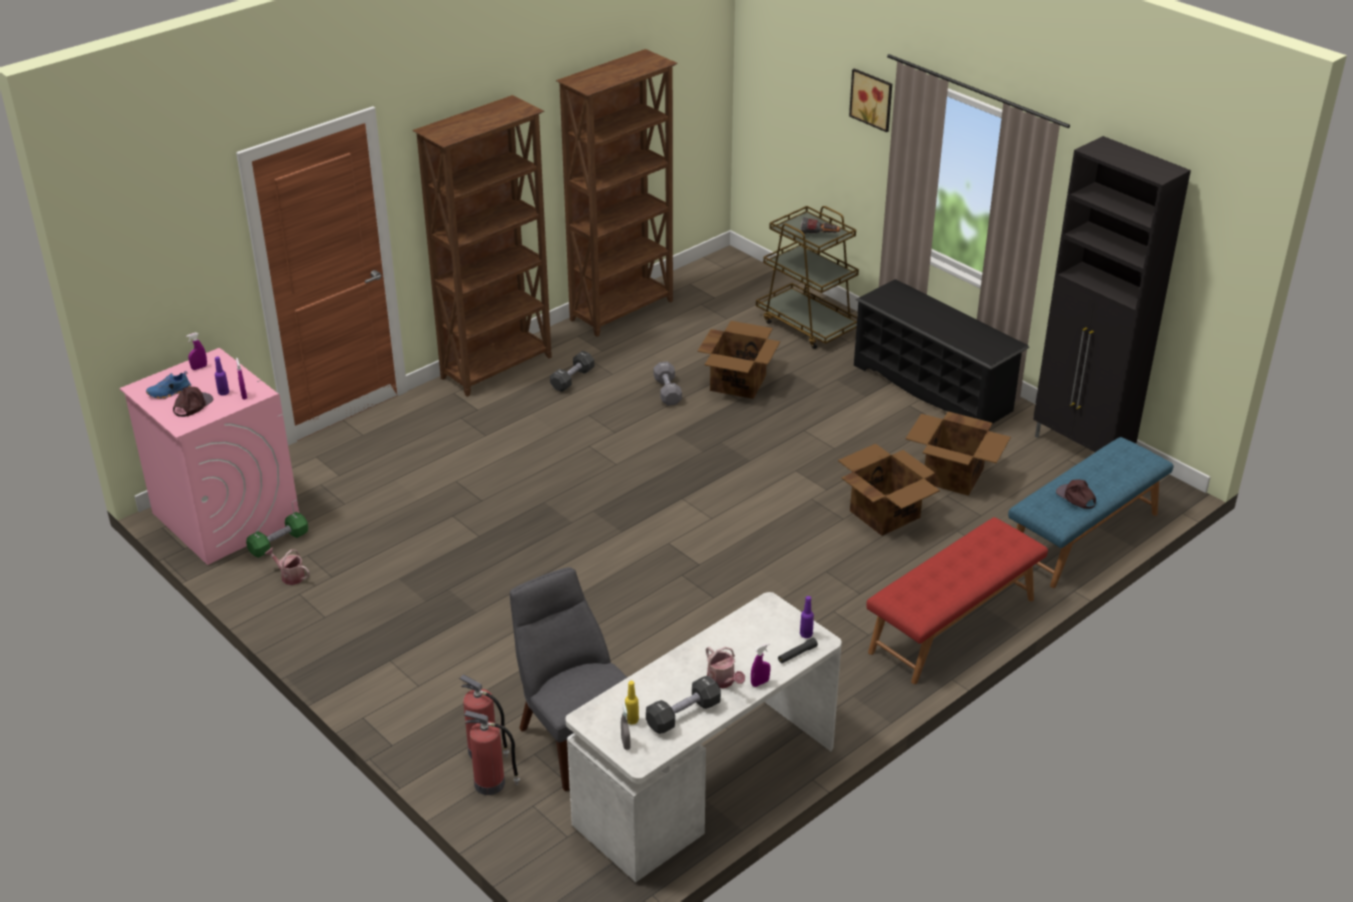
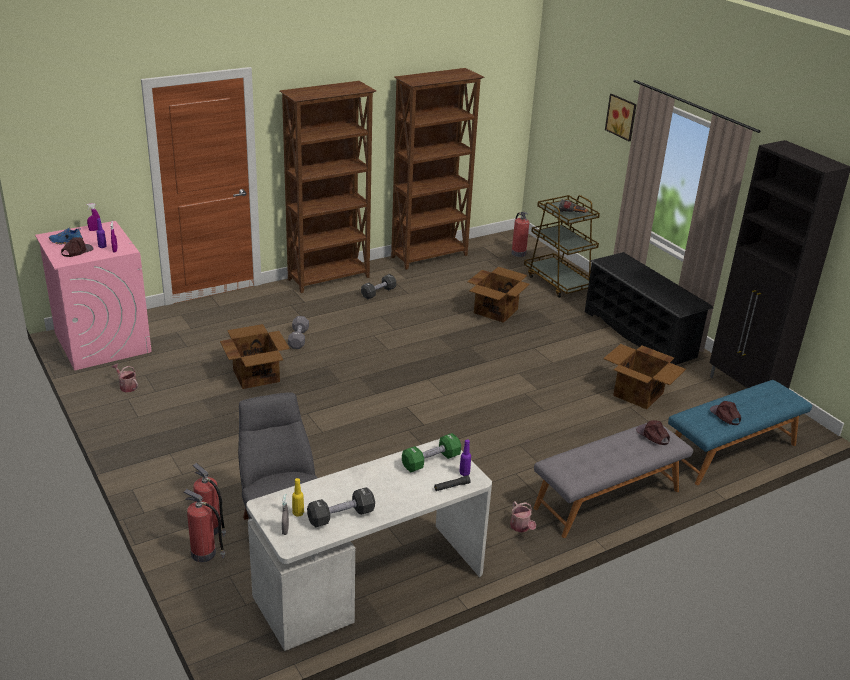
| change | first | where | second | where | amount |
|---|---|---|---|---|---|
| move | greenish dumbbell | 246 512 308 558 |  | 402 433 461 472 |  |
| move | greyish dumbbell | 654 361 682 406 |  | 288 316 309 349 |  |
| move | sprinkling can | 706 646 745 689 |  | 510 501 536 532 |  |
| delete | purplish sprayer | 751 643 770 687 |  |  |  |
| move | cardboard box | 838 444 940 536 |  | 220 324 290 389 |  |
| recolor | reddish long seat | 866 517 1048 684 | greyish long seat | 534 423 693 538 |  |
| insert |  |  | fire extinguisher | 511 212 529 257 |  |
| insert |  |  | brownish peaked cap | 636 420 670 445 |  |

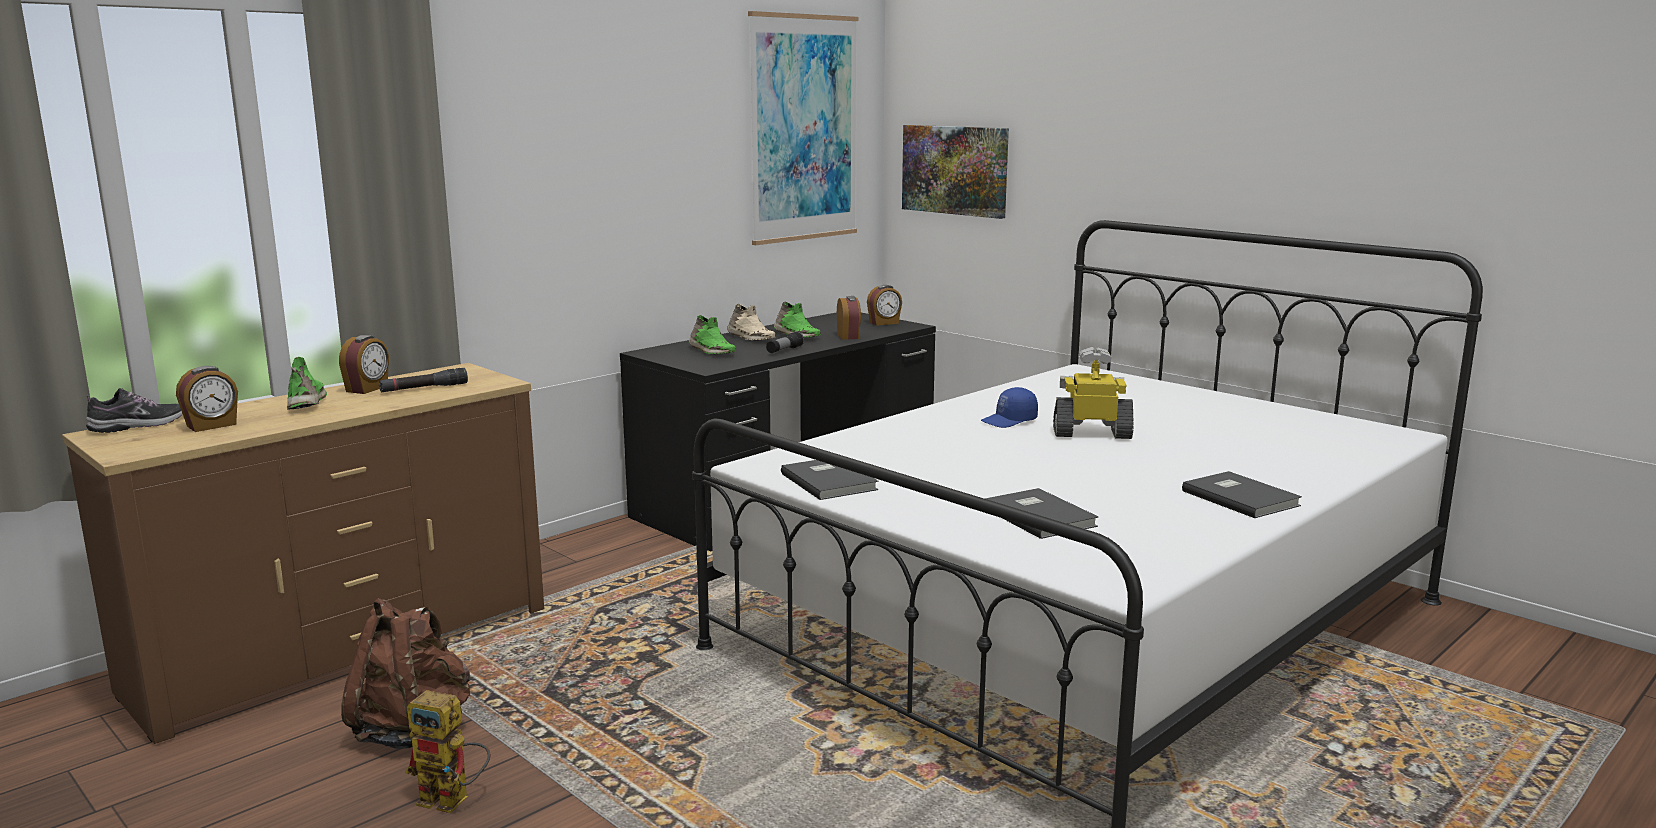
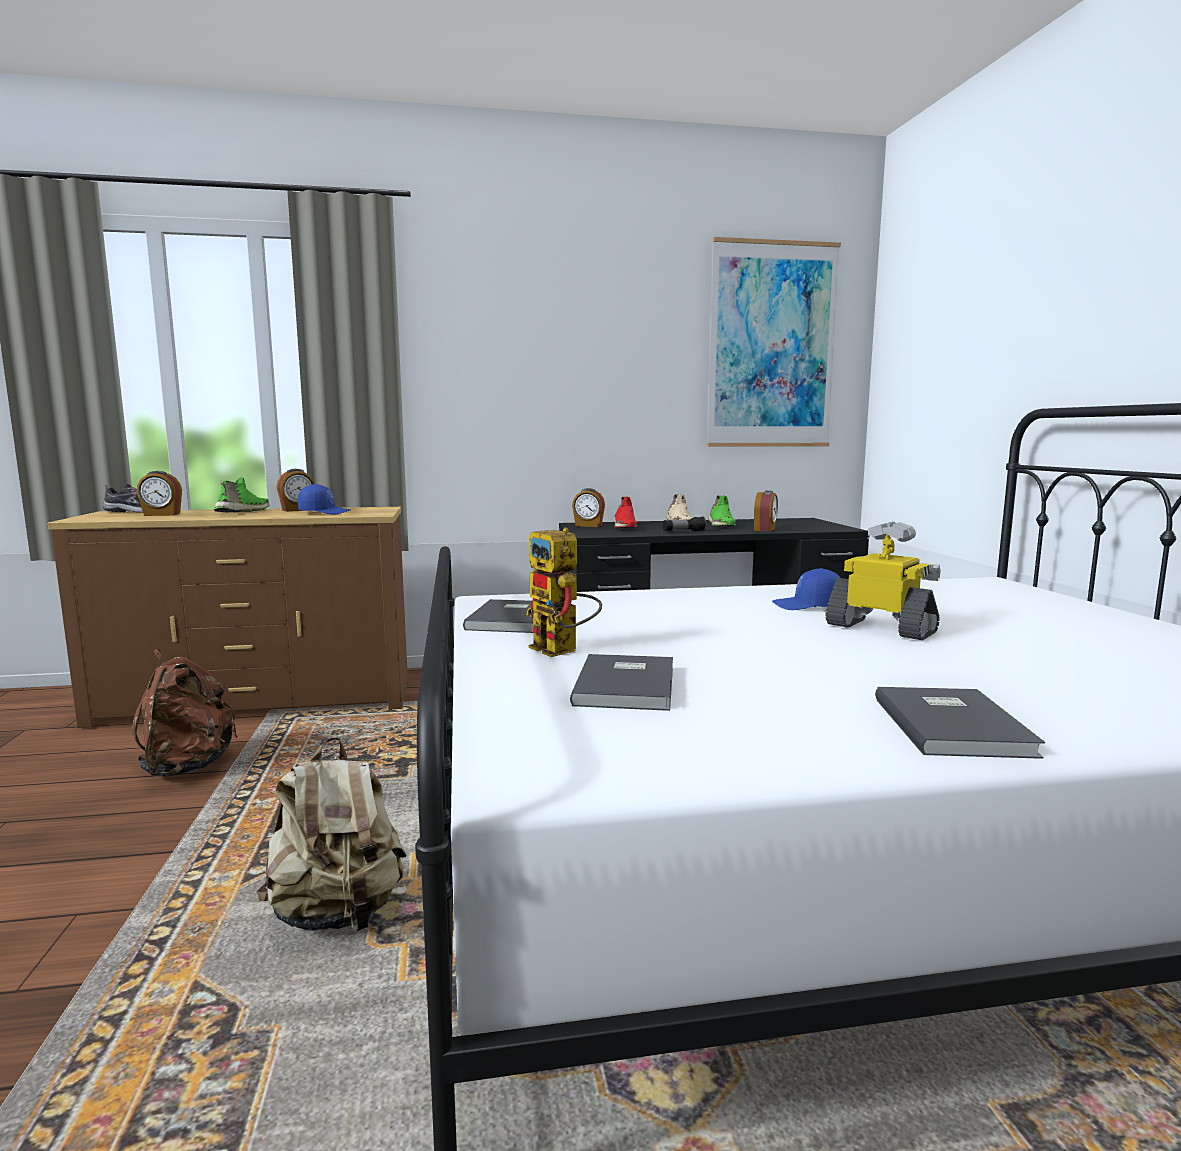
| change | first | where | second | where | amount |
|---|---|---|---|---|---|
| replace | blackish torch | 379 368 468 392 | blue-coloured peaked cap | 298 484 350 514 |  |
| move | toy robot | 405 690 490 813 |  | 526 528 602 657 |  |
| recolor | greenish low shoe | 689 315 736 355 | reddish low shoe | 614 497 637 529 |  |
| move | bedside clock | 867 285 902 326 |  | 572 488 605 527 |  |
| delete | wall art | 902 125 1009 219 |  |  |  |
| insert |  |  | sand-coloured backpack | 257 737 406 932 |  |

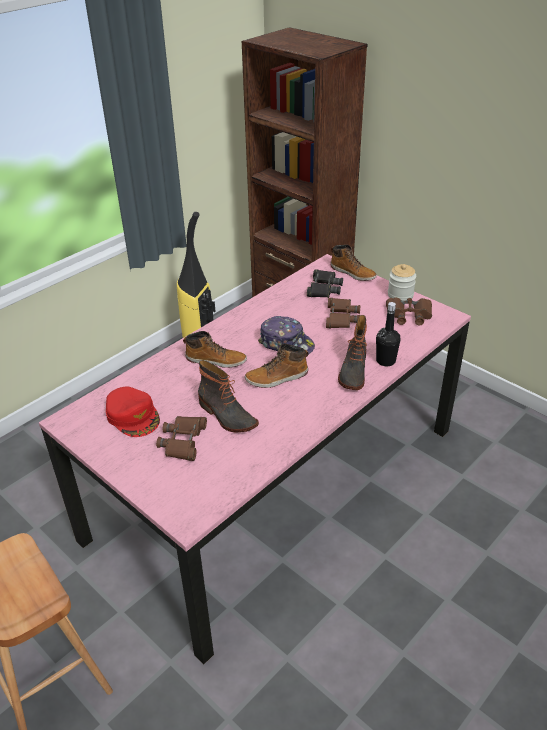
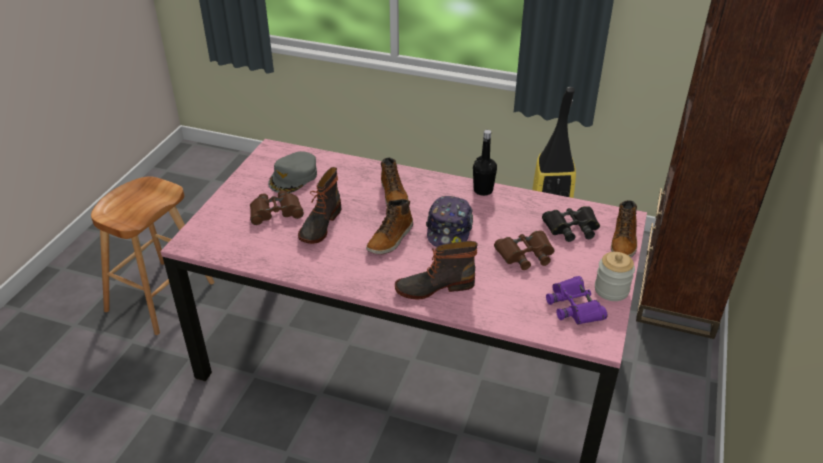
| change | first | where | second | where | amount |
|---|---|---|---|---|---|
| recolor | reddish peaked cap | 106 387 160 437 | greyish peaked cap | 268 151 317 193 |  |
| rotate | high-top boot | 245 344 308 388 |  | 366 199 413 254 | 105 degrees counterclockwise |
| move | blackish drink bottle | 376 302 401 366 |  | 473 130 497 196 |  |
| recolor | brownish pair of binoculars | 386 297 432 325 | purplish pair of binoculars | 546 276 607 324 |  |

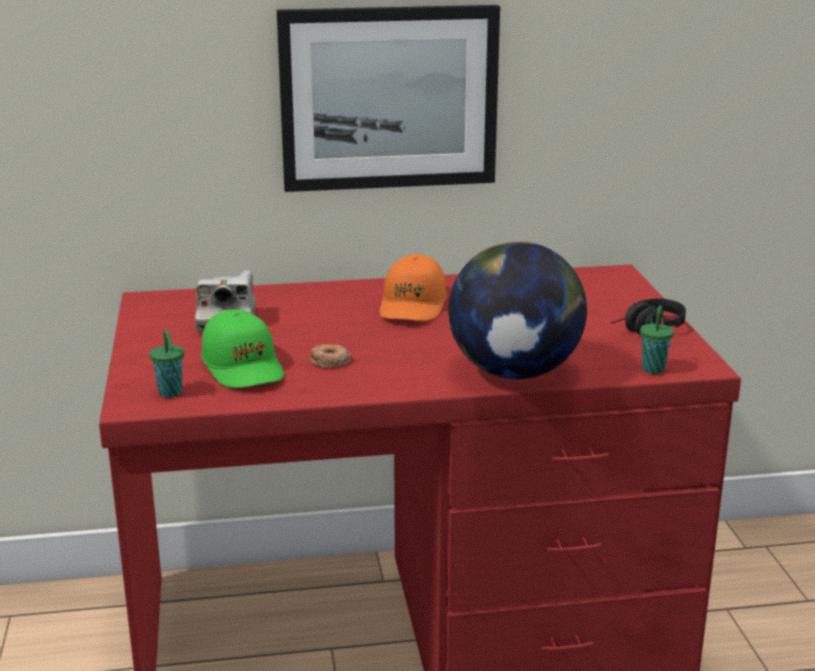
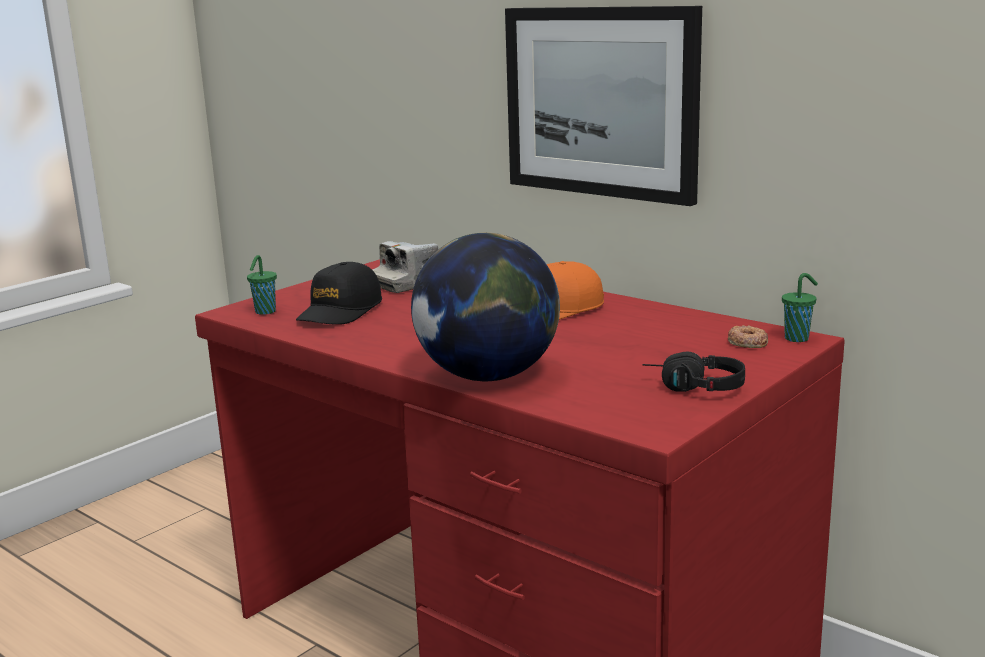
| change | first | where | second | where | amount |
|---|---|---|---|---|---|
| recolor | greenish peaked cap | 201 309 284 388 | blackish peaked cap | 296 262 382 325 |  |
| move | doughnut | 309 344 351 367 |  | 728 325 768 348 |  |
| move | greenish drinking cup | 640 306 674 374 |  | 782 273 818 342 |  |

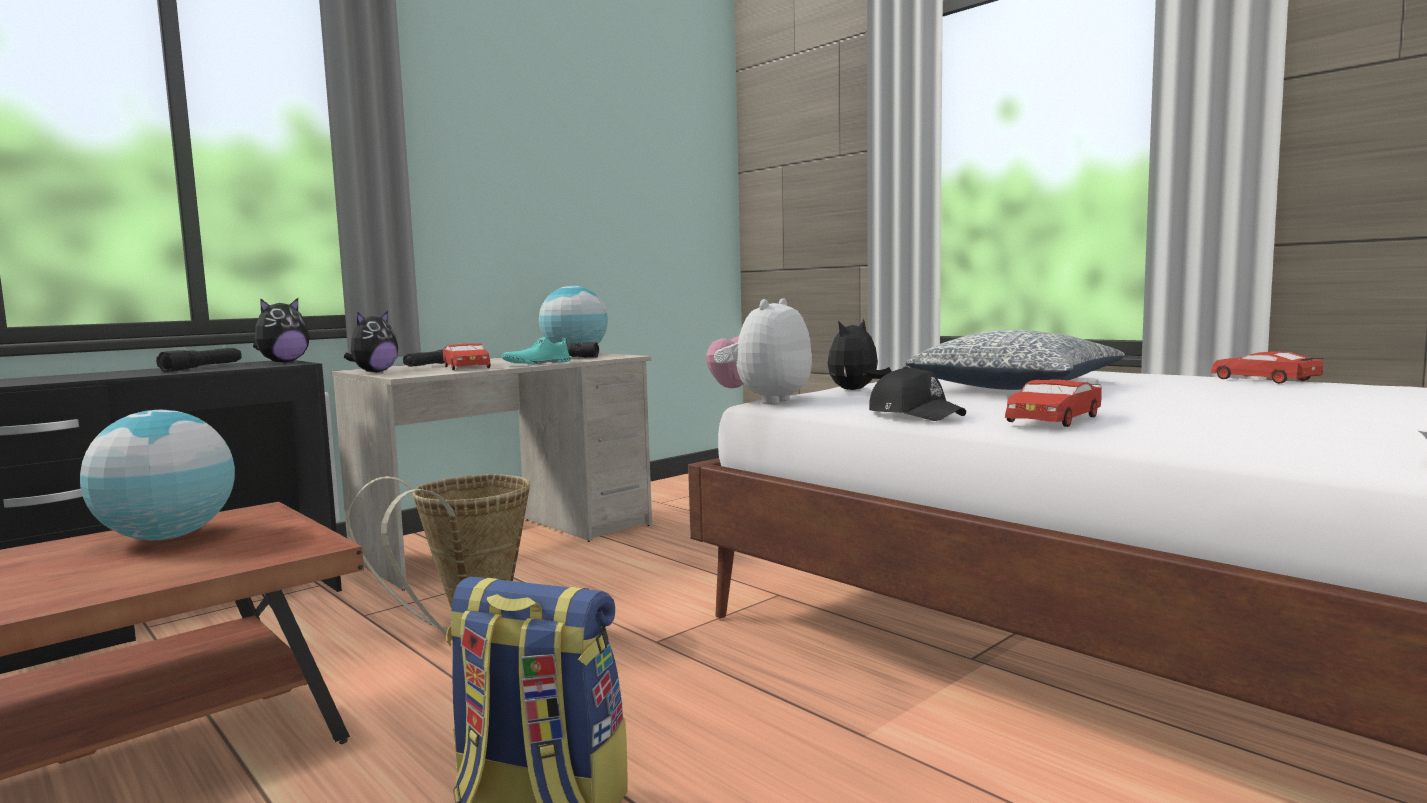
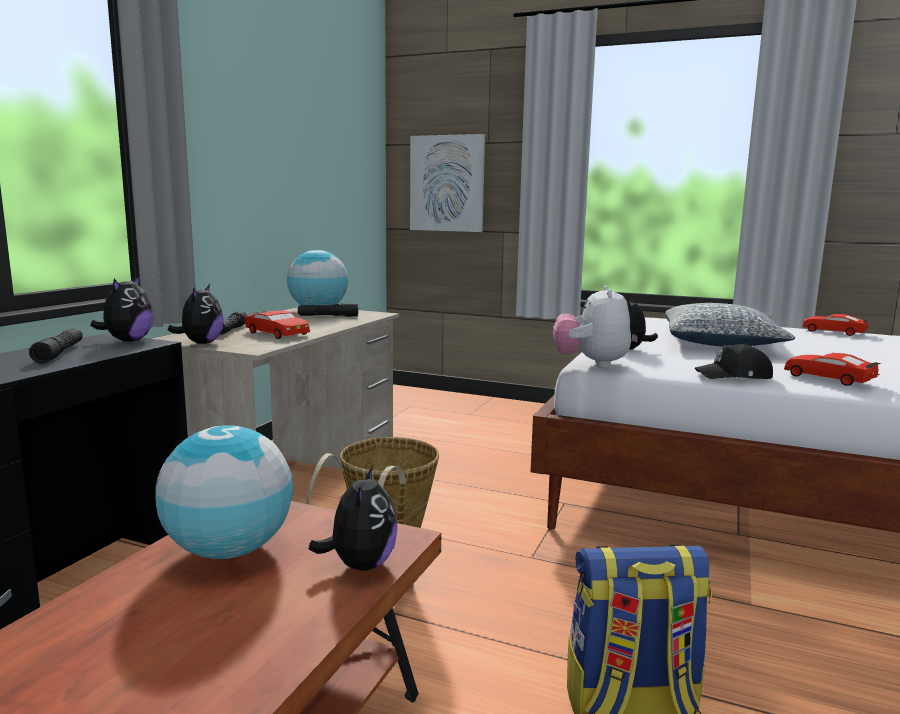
| change | first | where | second | where | amount |
|---|---|---|---|---|---|
| delete | turquoise low shoe | 502 337 571 364 |  |  |  |
| rotate | blackish peaked cap | 869 366 966 421 |  | 695 344 773 379 | 150 degrees clockwise |
| rotate | reddish model car | 1005 380 1102 427 |  | 784 353 881 386 | 120 degrees clockwise |
| insert |  |  | plush toy | 308 465 397 571 |  |
| insert |  |  | wall art | 410 134 485 232 |  |

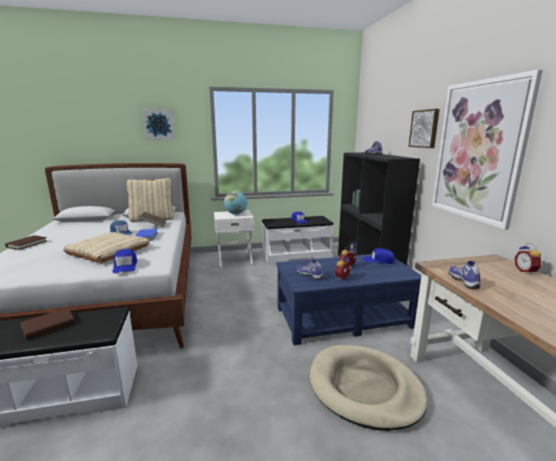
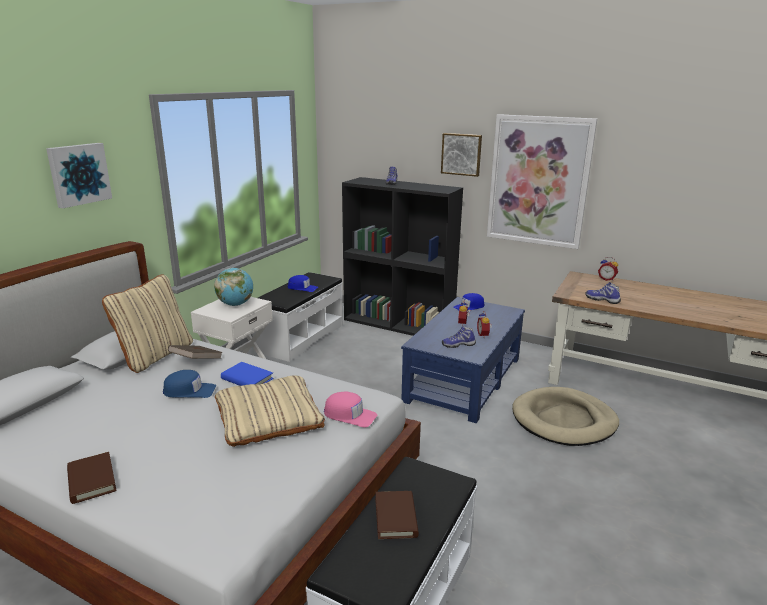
| change | first | where | second | where | amount |
|---|---|---|---|---|---|
| recolor | blue-coloured peaked cap | 112 249 137 273 | pink peaked cap | 324 392 377 428 |  |

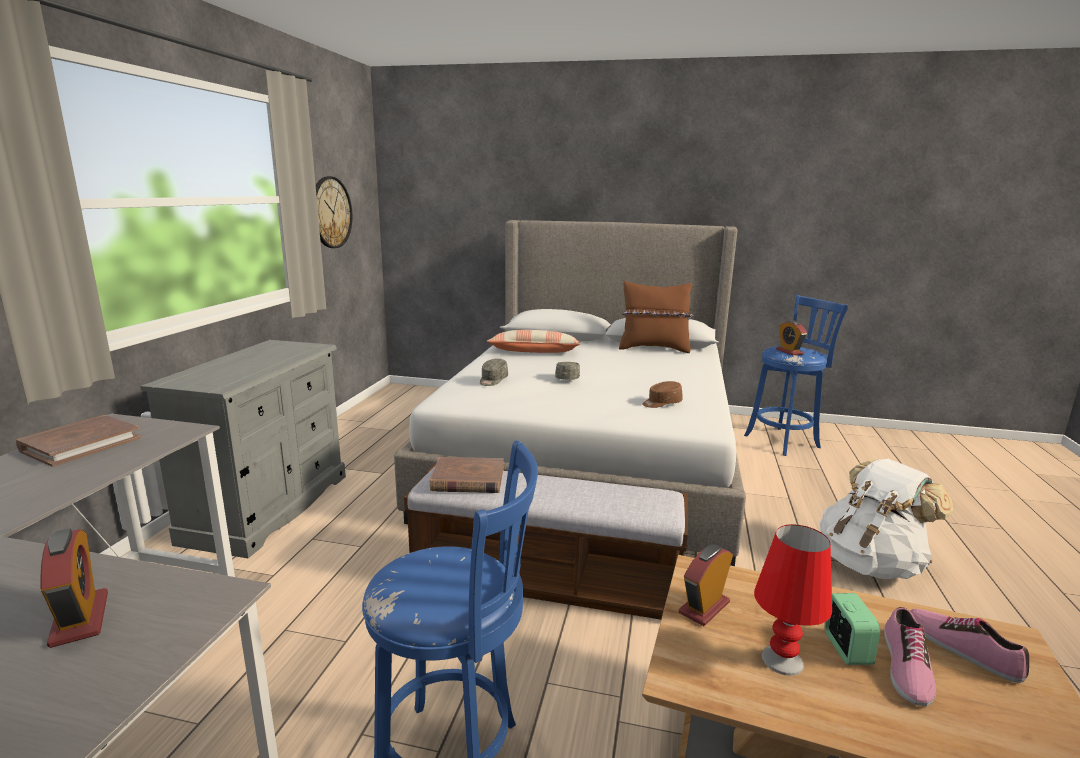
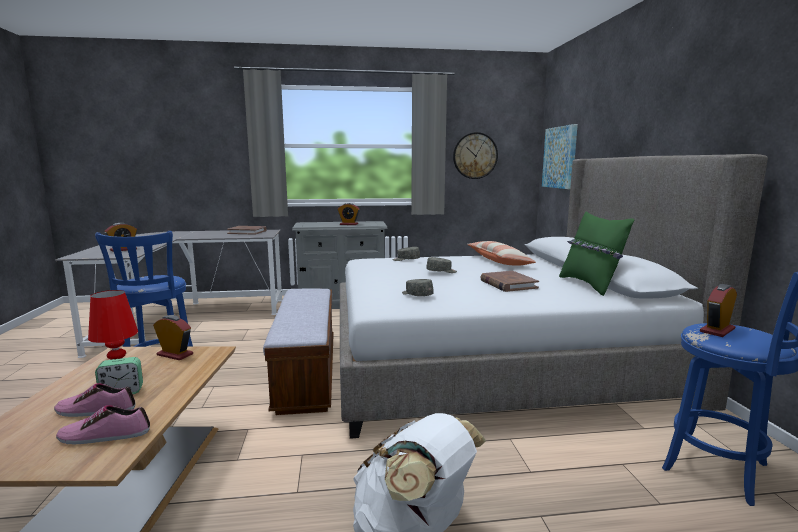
| change | first | where | second | where | amount |
|---|---|---|---|---|---|
| move | brownish volume | 430 457 504 493 |  | 480 271 539 292 |  |
| recolor | brownish pillow | 619 281 693 353 | greenish pillow | 559 211 635 296 |  |
| recolor | brownish peaked cap | 642 381 682 408 | greyish peaked cap | 402 279 434 296 |  |
| rotate | low shoe | 910 609 1029 683 |  | 56 405 150 445 | 135 degrees counterclockwise |
| insert |  |  | bedside clock | 338 203 360 225 |  |
| insert |  |  | wall art | 542 124 578 189 |  |

